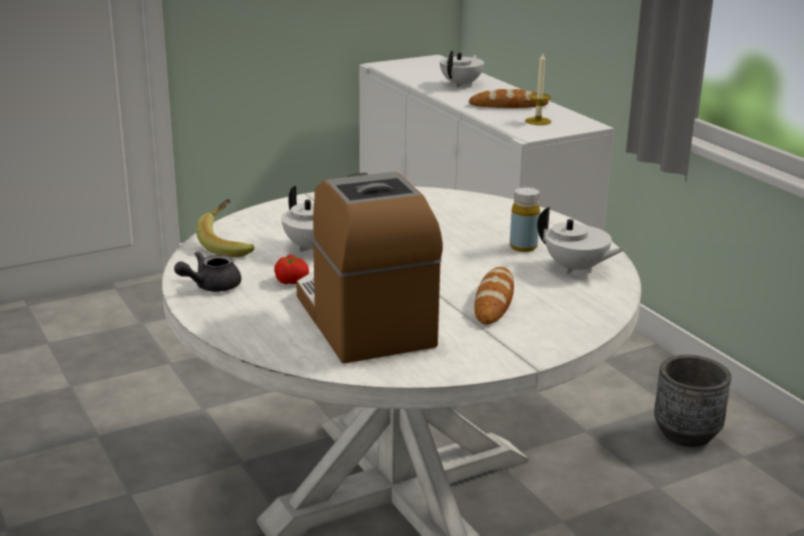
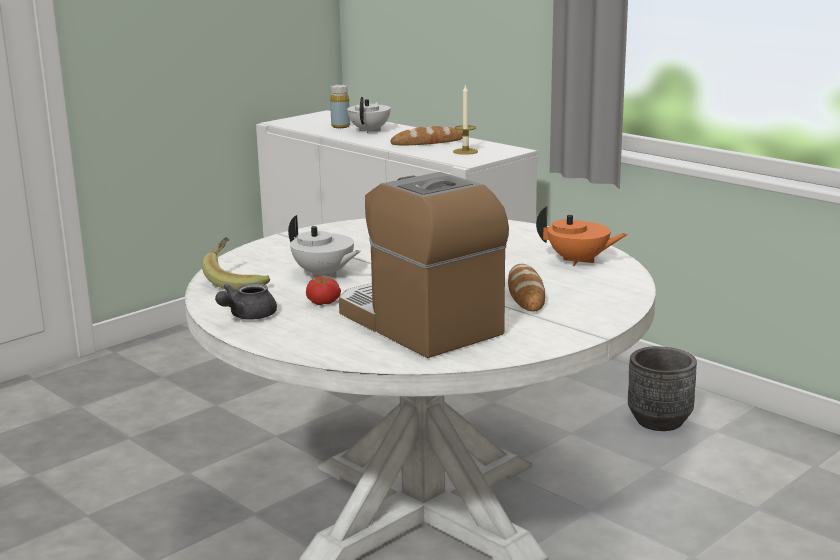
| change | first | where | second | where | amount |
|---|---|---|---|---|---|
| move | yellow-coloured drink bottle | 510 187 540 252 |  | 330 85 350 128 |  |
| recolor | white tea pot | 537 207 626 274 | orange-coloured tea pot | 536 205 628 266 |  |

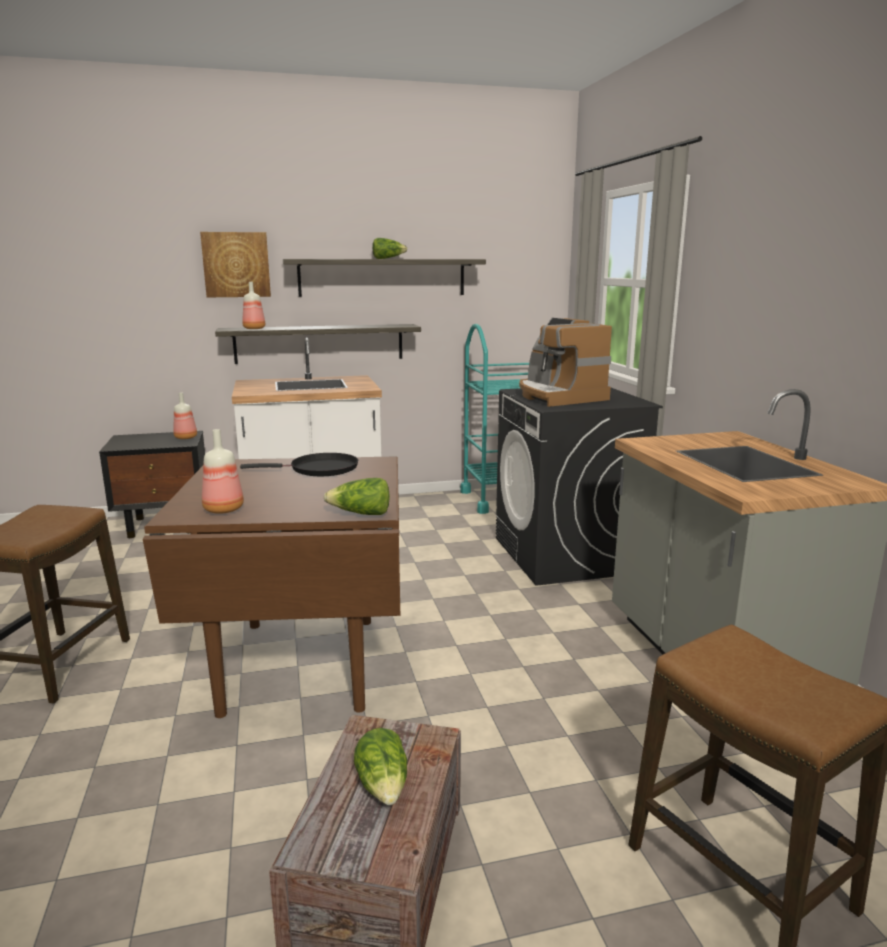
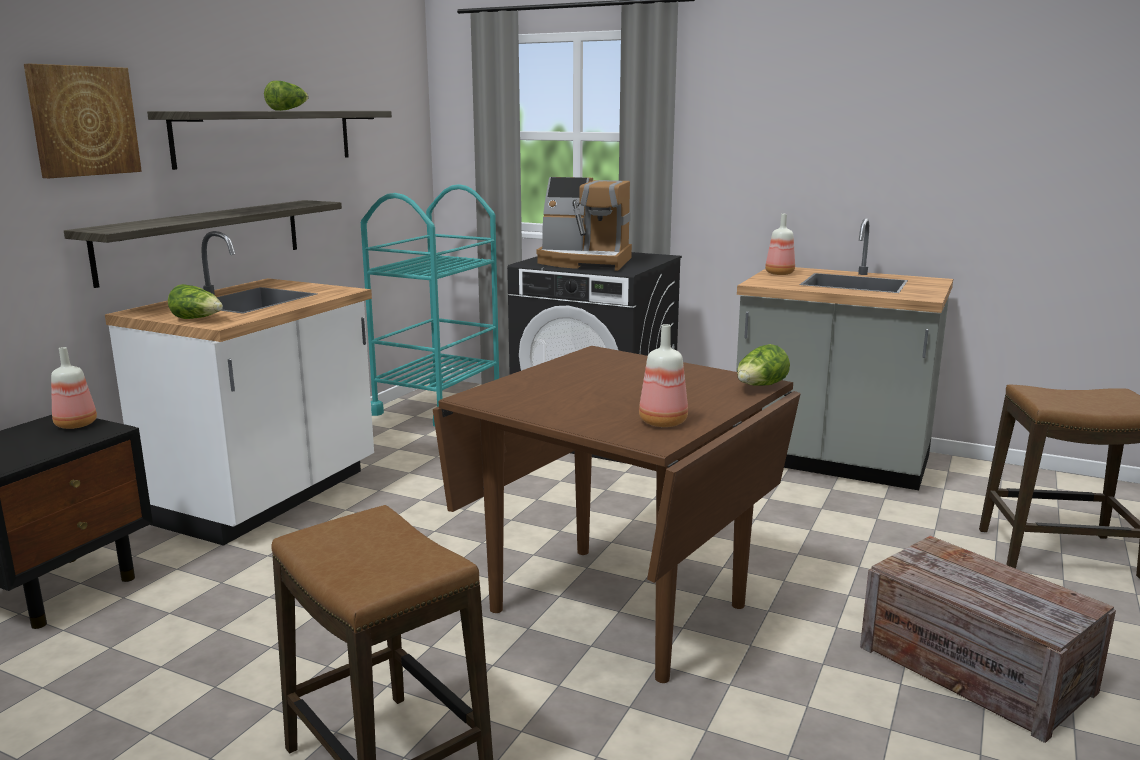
| change | first | where | second | where | amount |
|---|---|---|---|---|---|
| delete | blackish skillet | 240 453 358 476 |  |  |  |
| move | drink bottle | 242 282 265 329 |  | 765 214 795 275 |  |
| move | lettuce head | 354 728 407 805 |  | 168 284 223 319 |  |

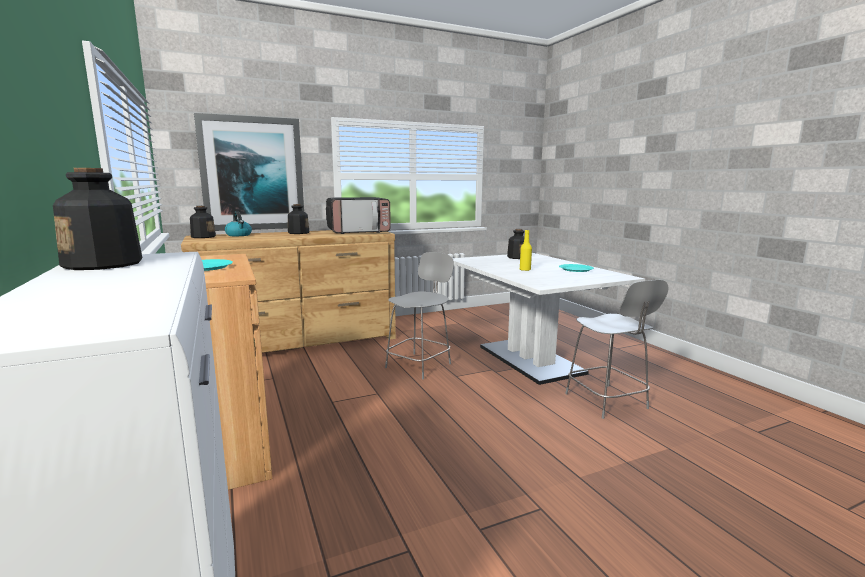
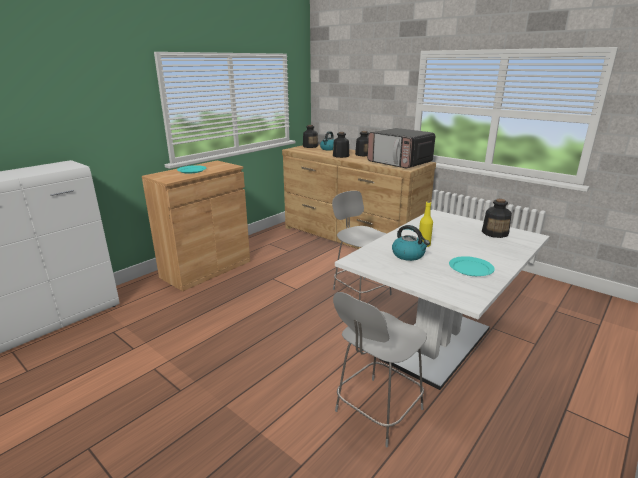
| change | first | where | second | where | amount |
|---|---|---|---|---|---|
| move | drink bottle | 53 168 142 270 |  | 333 132 349 158 |  |
| delete | wall art | 194 113 304 231 |  |  |  |
| rotate | greyish upright chair | 385 252 454 379 |  | 332 191 392 300 | 135 degrees counterclockwise |
| insert |  |  | tea kettle | 392 225 430 261 |  |

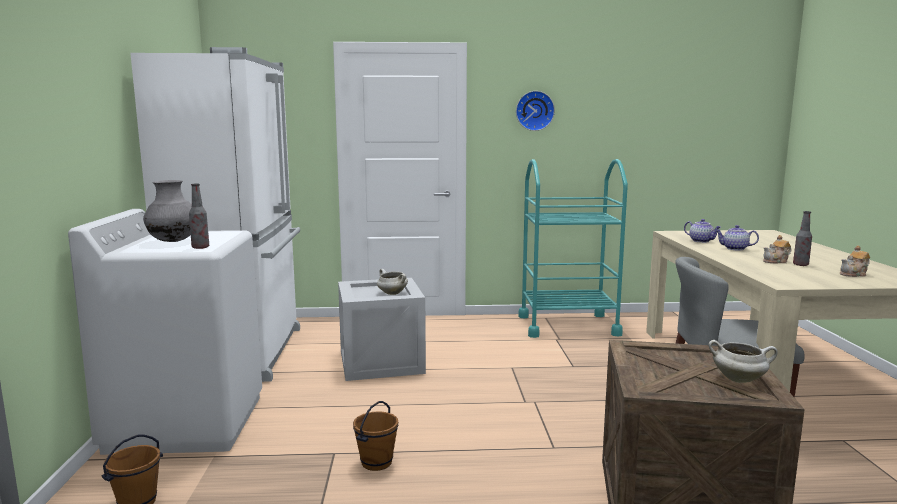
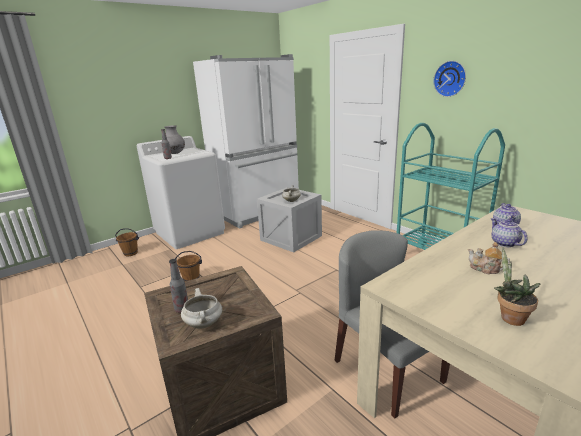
| change | first | where | second | where | amount |
|---|---|---|---|---|---|
| move | drink bottle | 793 211 812 266 |  | 169 259 188 313 |  |
| replace | tea pot | 840 246 870 277 | potted plant | 494 248 540 326 |  |

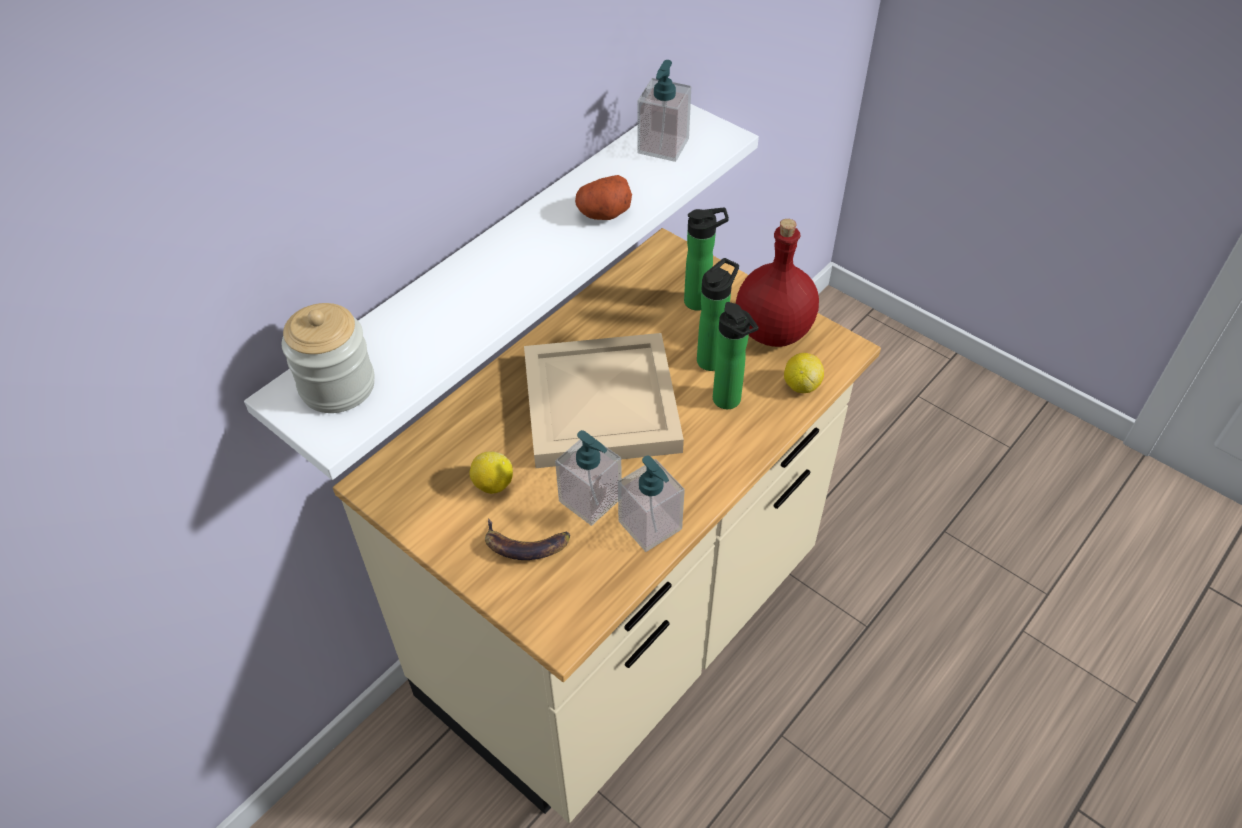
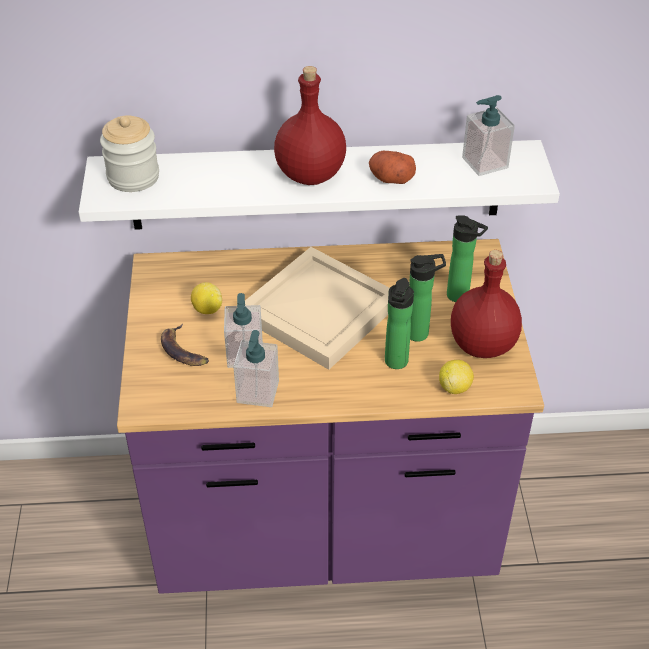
| change | first | where | second | where | amount |
|---|---|---|---|---|---|
| recolor | sand-coloured counter | 333 228 881 823 | purplish counter | 117 239 544 594 |  |
| insert |  |  | reddish drink bottle | 274 66 346 185 |  |

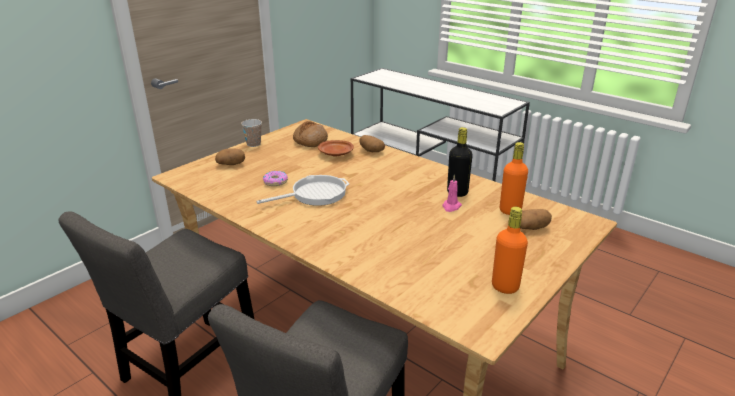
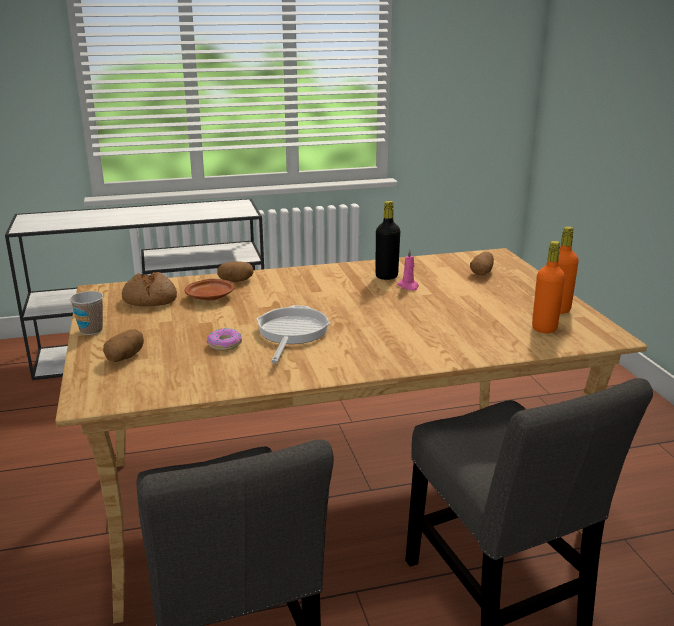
| change | first | where | second | where | amount |
|---|---|---|---|---|---|
| move | orange-coloured drink bottle | 500 142 528 215 |  | 532 241 565 333 |  |

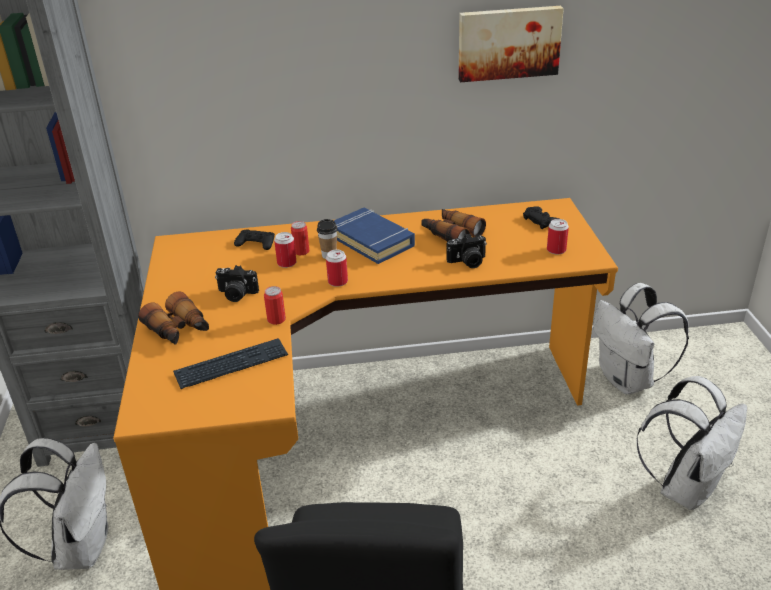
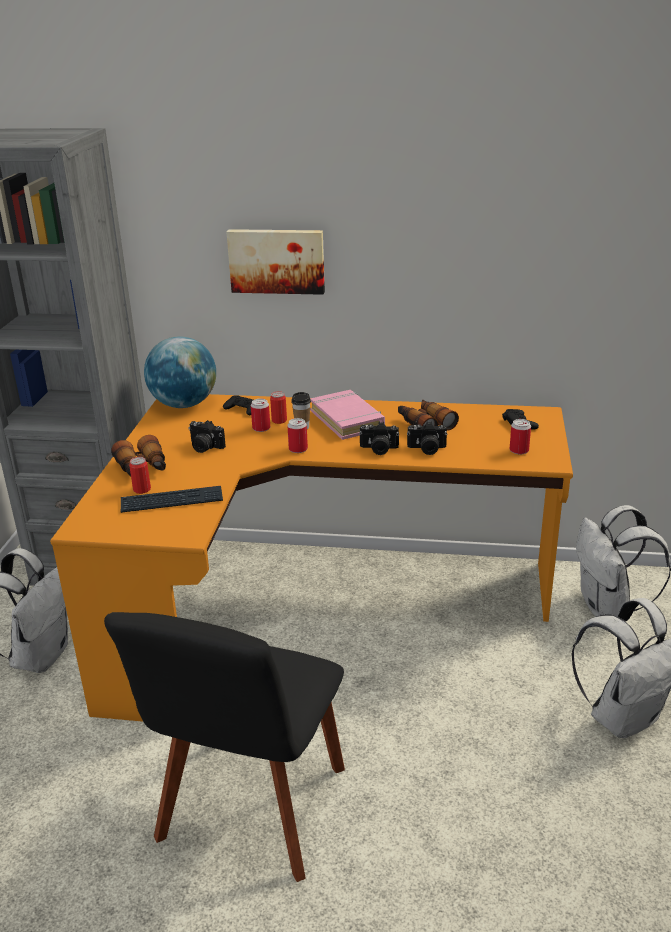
| change | first | where | second | where | amount |
|---|---|---|---|---|---|
| move | can | 264 286 286 325 |  | 129 457 151 494 |  |
| recolor | blue-coloured volume | 334 208 415 264 | pink volume | 310 390 385 440 |  |
| move | wall art | 458 6 564 82 |  | 226 229 325 295 |  |
| insert |  |  | globe | 144 336 216 408 |  |
| insert |  |  | photo camera | 359 422 399 455 |  |

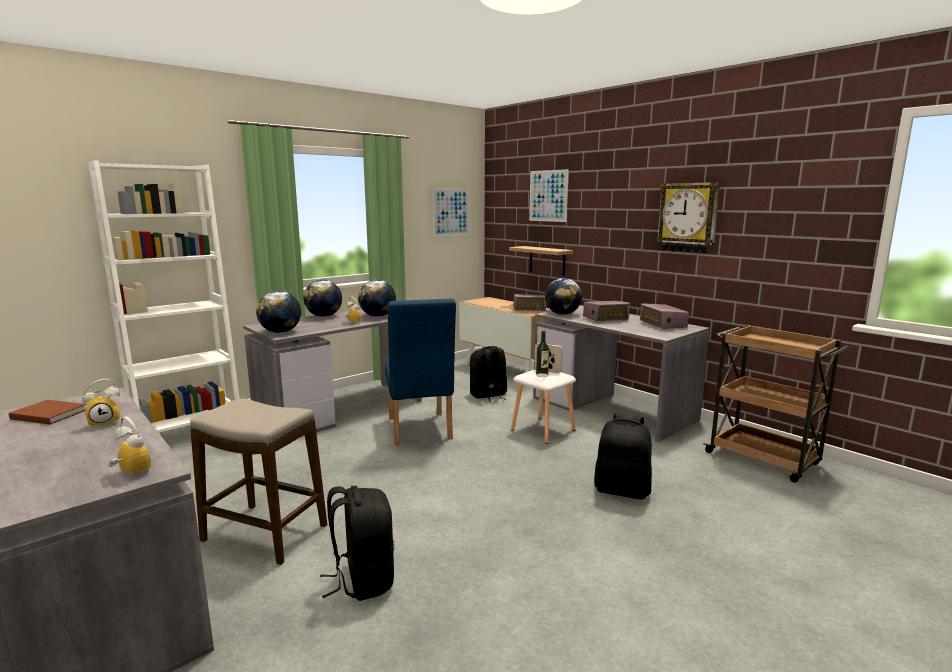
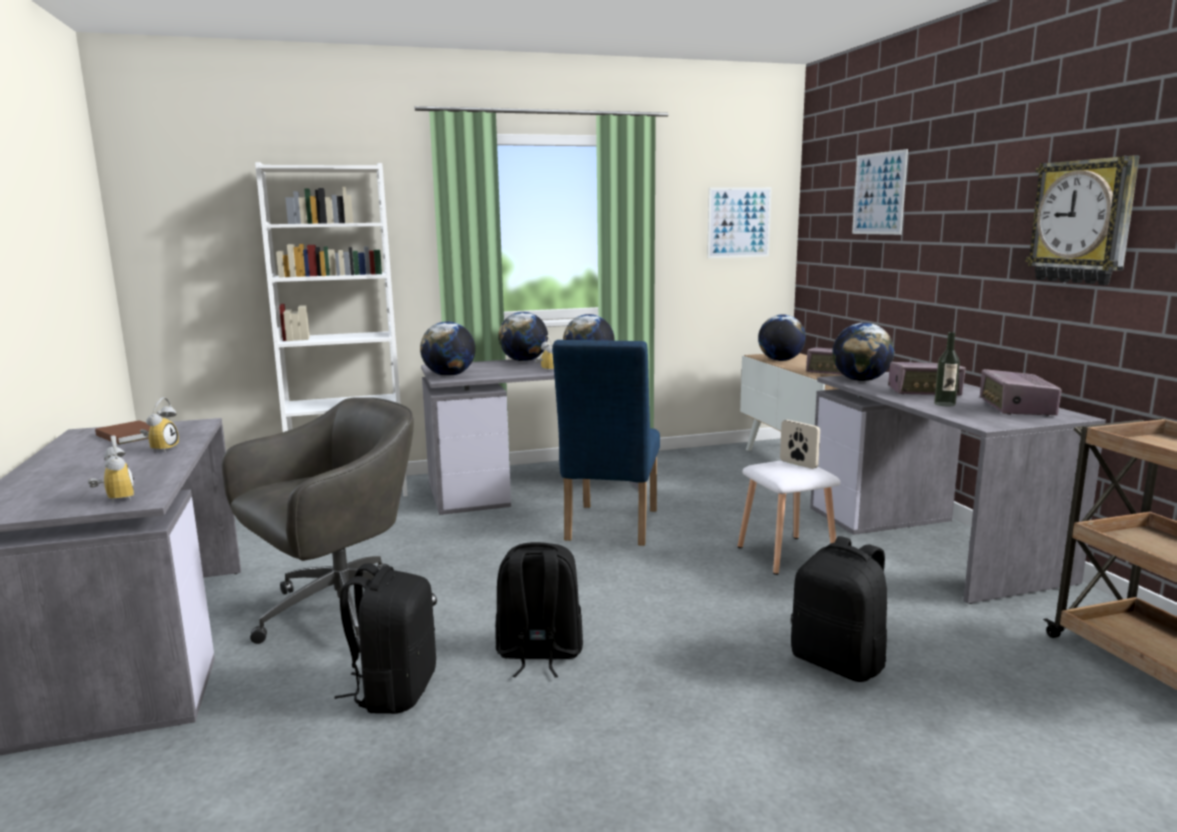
| change | first | where | second | where | amount |
|---|---|---|---|---|---|
| rotate | bedside clock | 82 379 121 428 |  | 140 397 179 453 | 75 degrees counterclockwise |
| replace | stool seat | 190 398 327 565 | greyish desk chair | 222 397 437 653 |  |
| move | blackish backpack | 470 346 508 402 |  | 495 542 583 677 |  |
| delete | shelf | 509 246 573 276 |  |  |  |
| move | drink bottle | 536 331 549 377 |  | 934 332 960 407 |  |
| insert |  |  | globe | 758 314 806 361 |  |

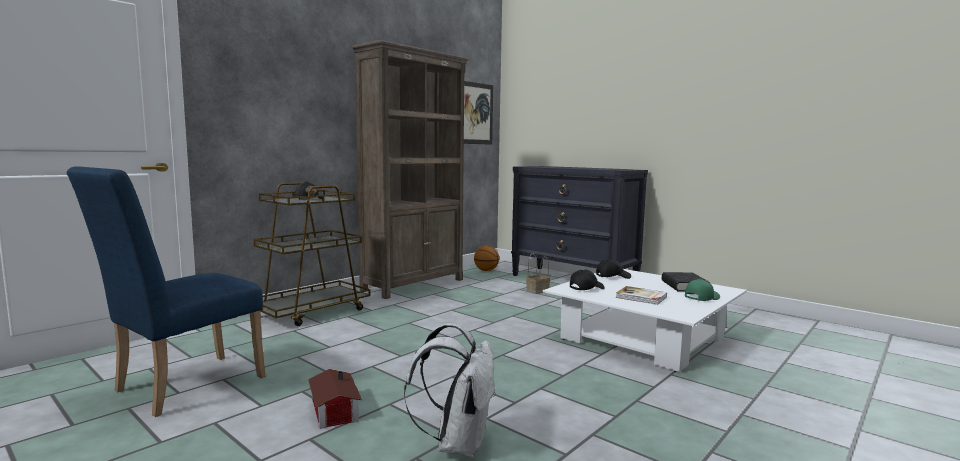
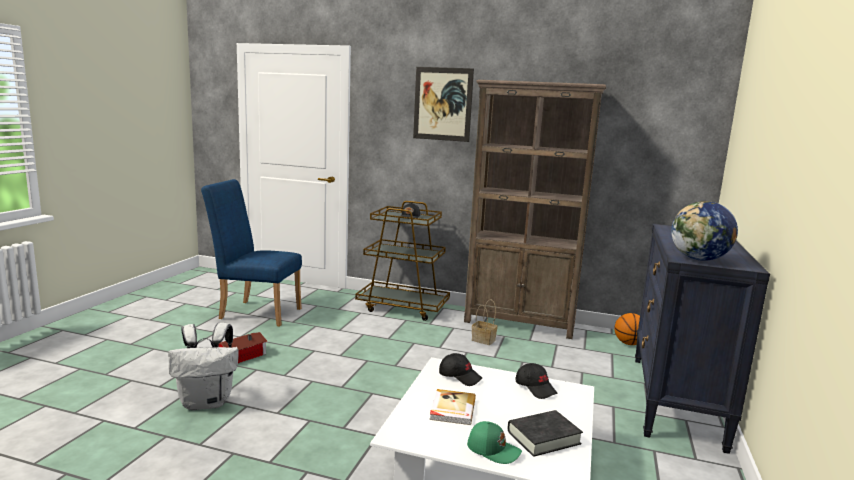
| change | first | where | second | where | amount |
|---|---|---|---|---|---|
| move | wall art | 464 81 493 145 |  | 413 67 474 142 |  |
| move | household basket | 526 253 550 294 |  | 472 300 498 345 |  |
| insert |  |  | globe | 671 201 738 261 |  |

